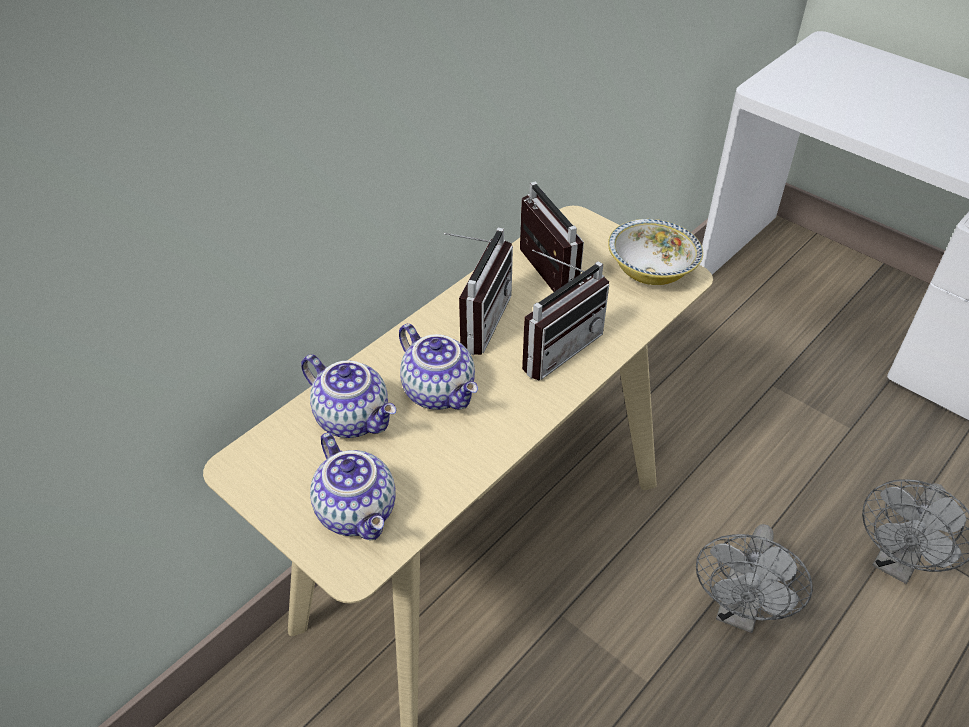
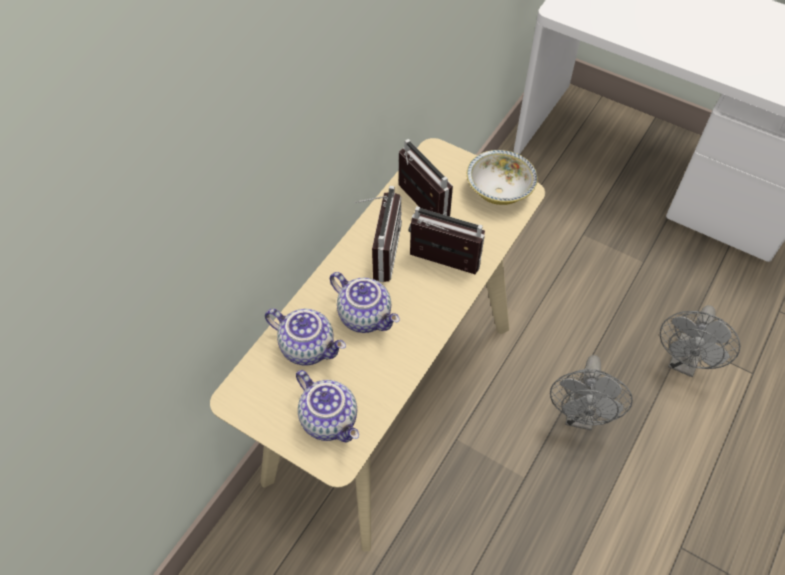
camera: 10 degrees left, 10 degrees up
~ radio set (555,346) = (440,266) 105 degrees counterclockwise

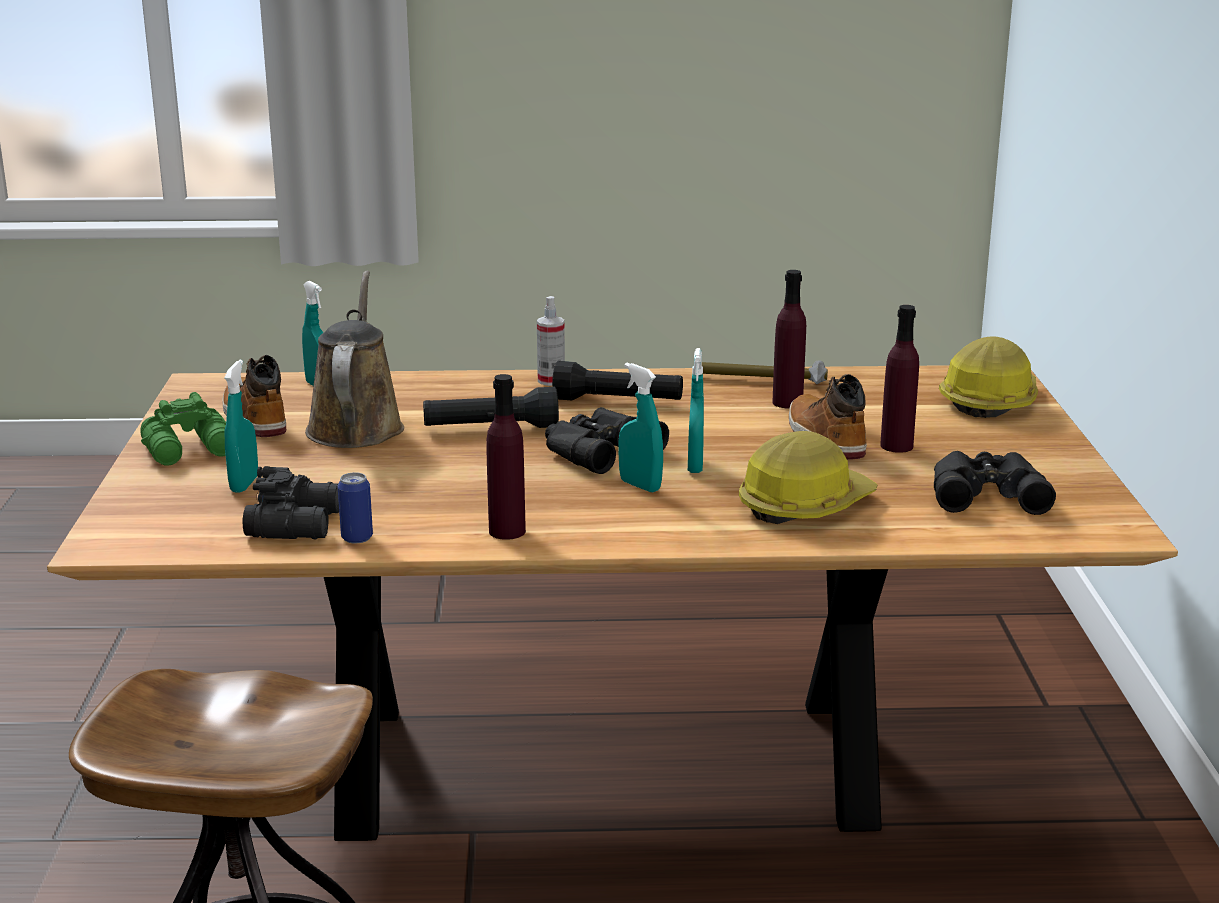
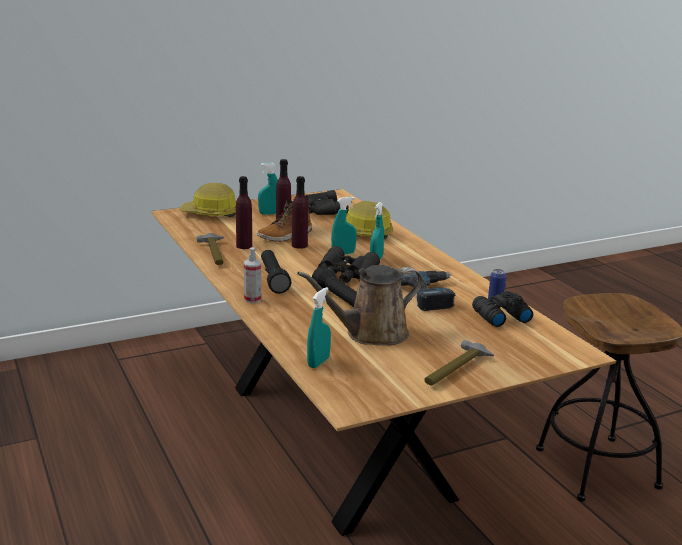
camera: 115 degrees left, 0 degrees up
- high-top boot (254,418)
+ drill (430,295)
~ turquoise-coloured sprayer (244,484) to (269,213)
~ purple-coloured bottle (507,531) to (299,245)
~ greenish pair of binoculars (191,450) to hammer (455,370)

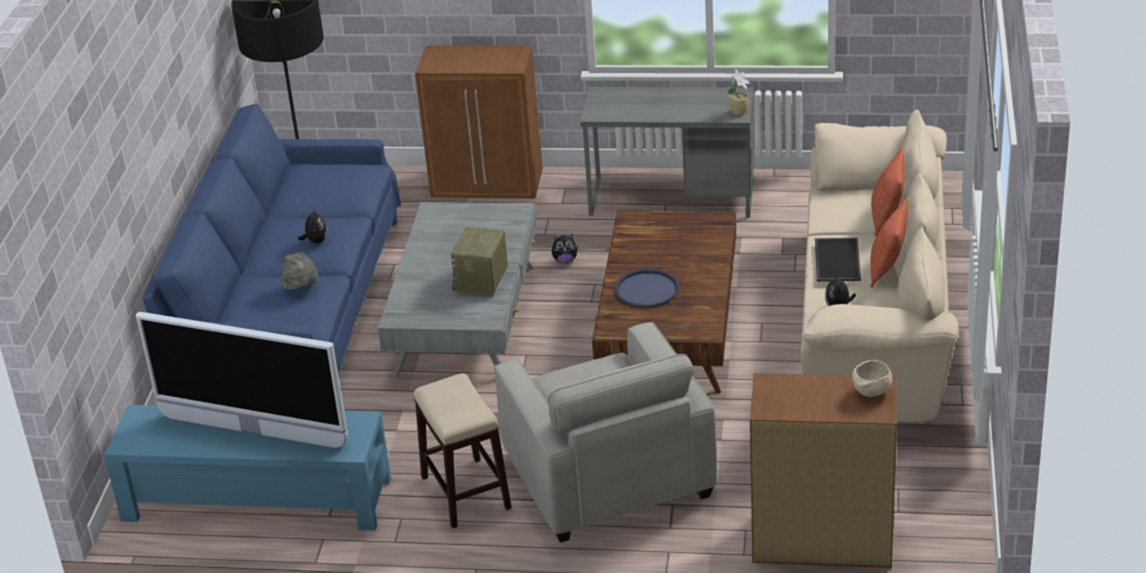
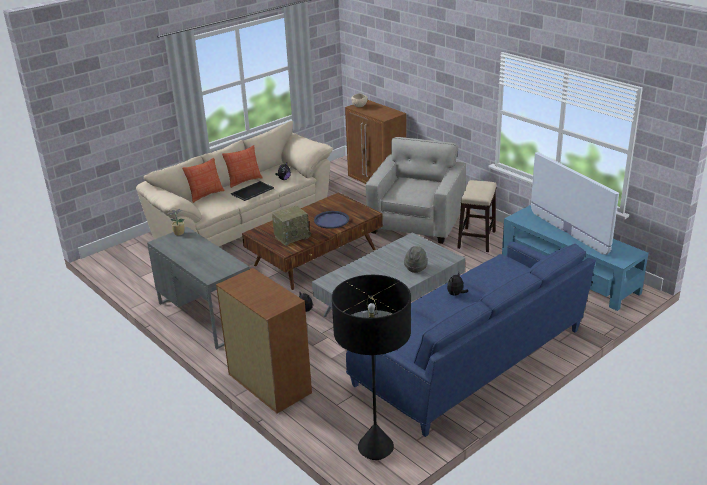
camera: 140 degrees left, 5 degrees down
~ greyish clothing hat (302,289) to (415,267)
~ radio set (482,281) to (292,236)

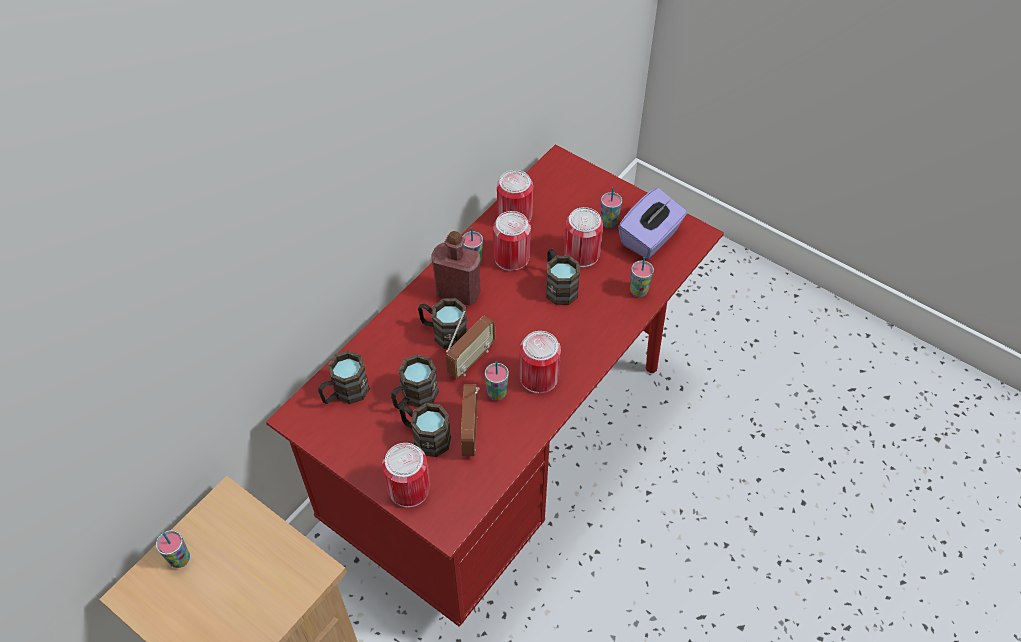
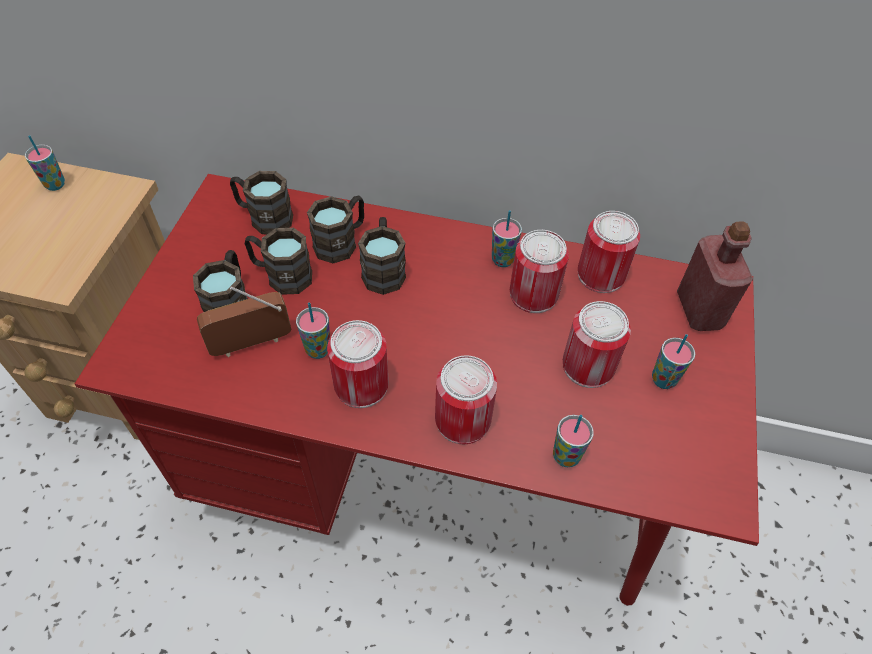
camera: 65 degrees right, 0 degrees up
- radio set (471,360)
- purple-coloured tissue holder (650,238)
~ metal can (409,488) to (462,420)
~ red bottle (458,293) to (699,310)
~ brown tea mug (558,286) to (341,242)

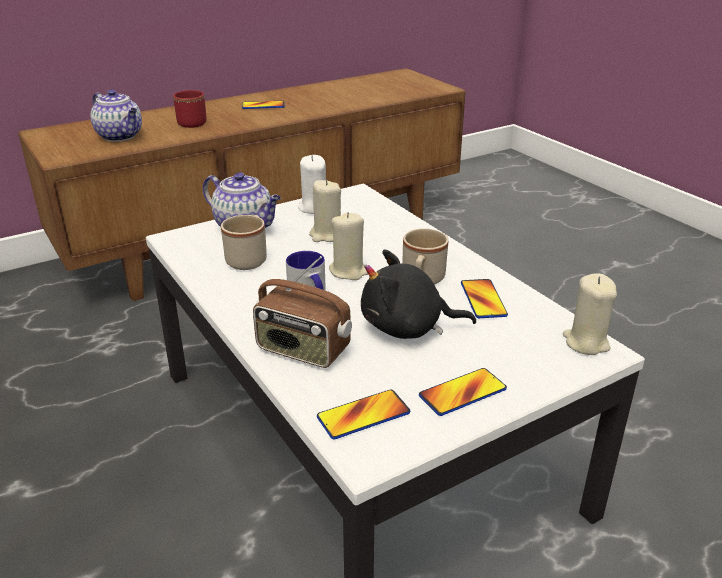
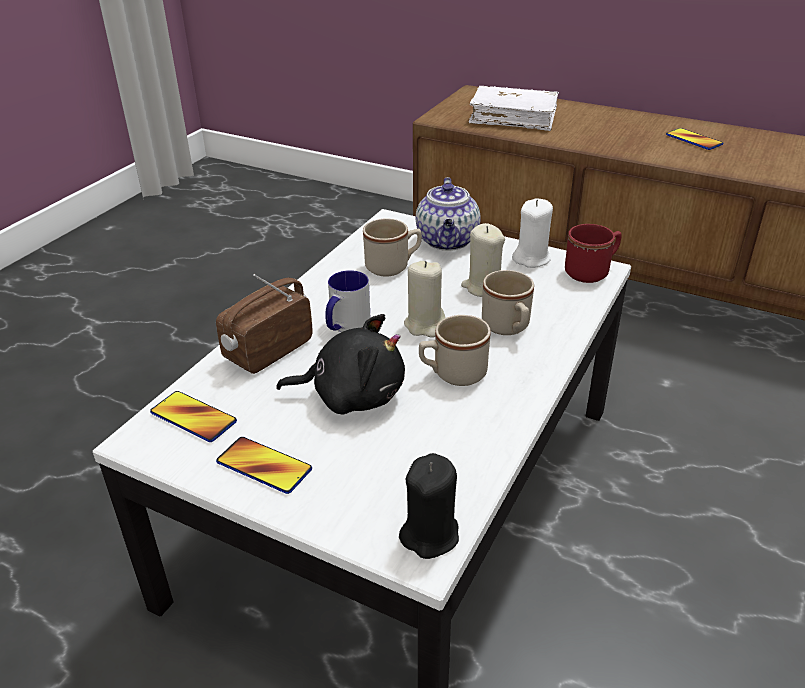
camera: 60 degrees right, 5 degrees up
- handset (483,299)
+ beige-coloured tea mug (508,328)
~ red tea mug (193,122) to (592,272)
~ teapot (121,136) to whitish bound book (513,118)
~ beige-coloured wax light (586,342) to black-coloured wax light (430,535)
~ radio set (302,350) = (267,350) 45 degrees clockwise
~ black-coloured plush toy (407,328) = (352,395) 120 degrees clockwise

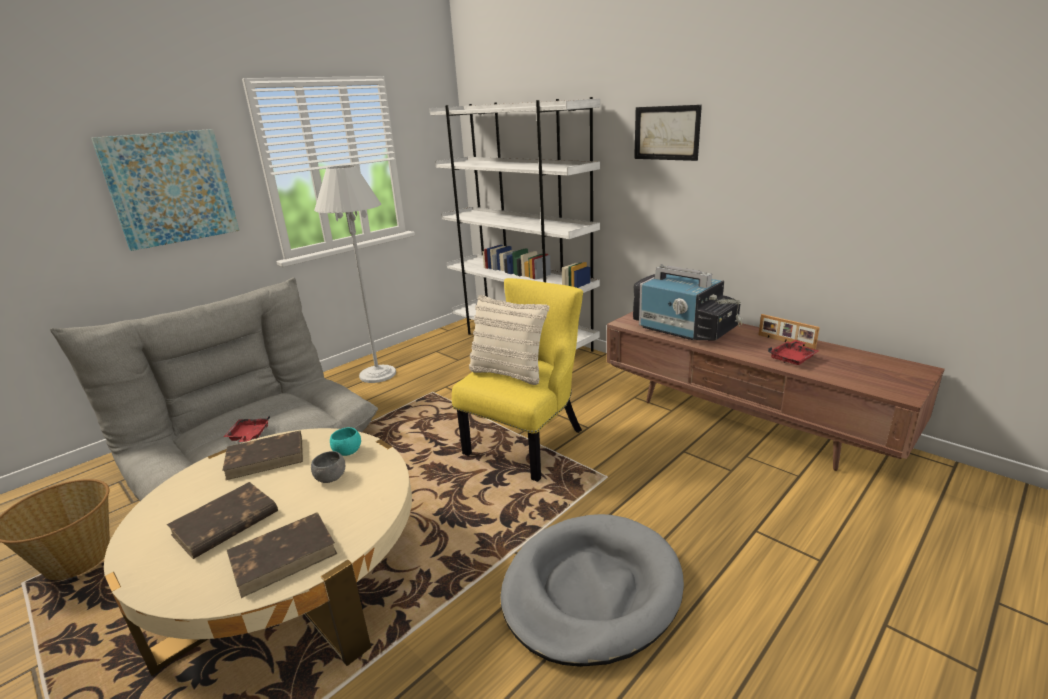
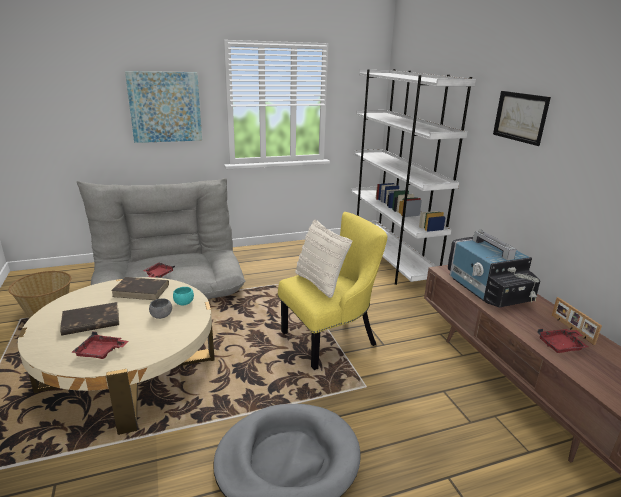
camera: 25 degrees right, 0 degrees up
- whitish standard lamp (377,374)
~ brown bound book (284,555) to red serving tray (100,352)

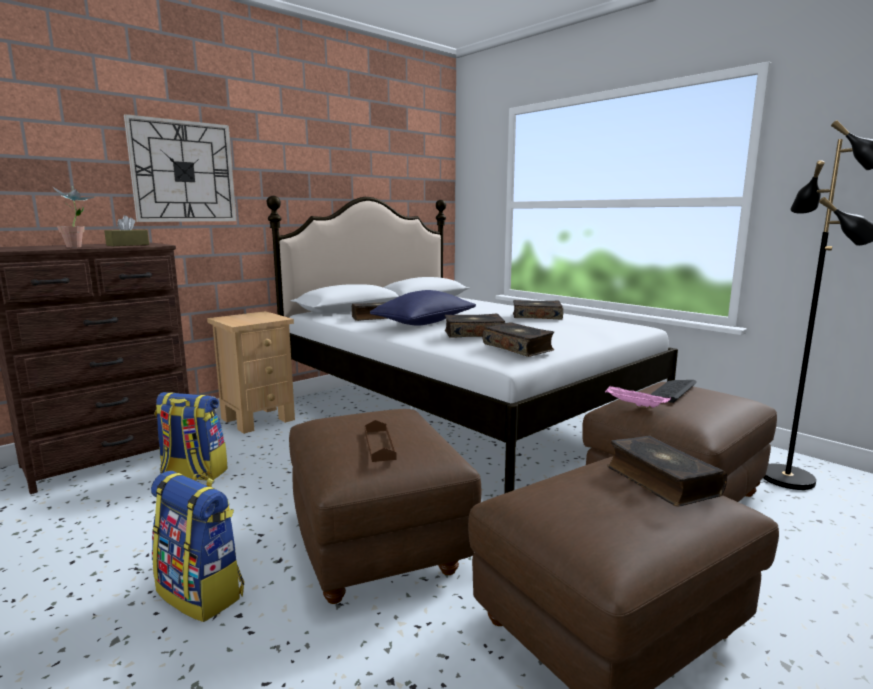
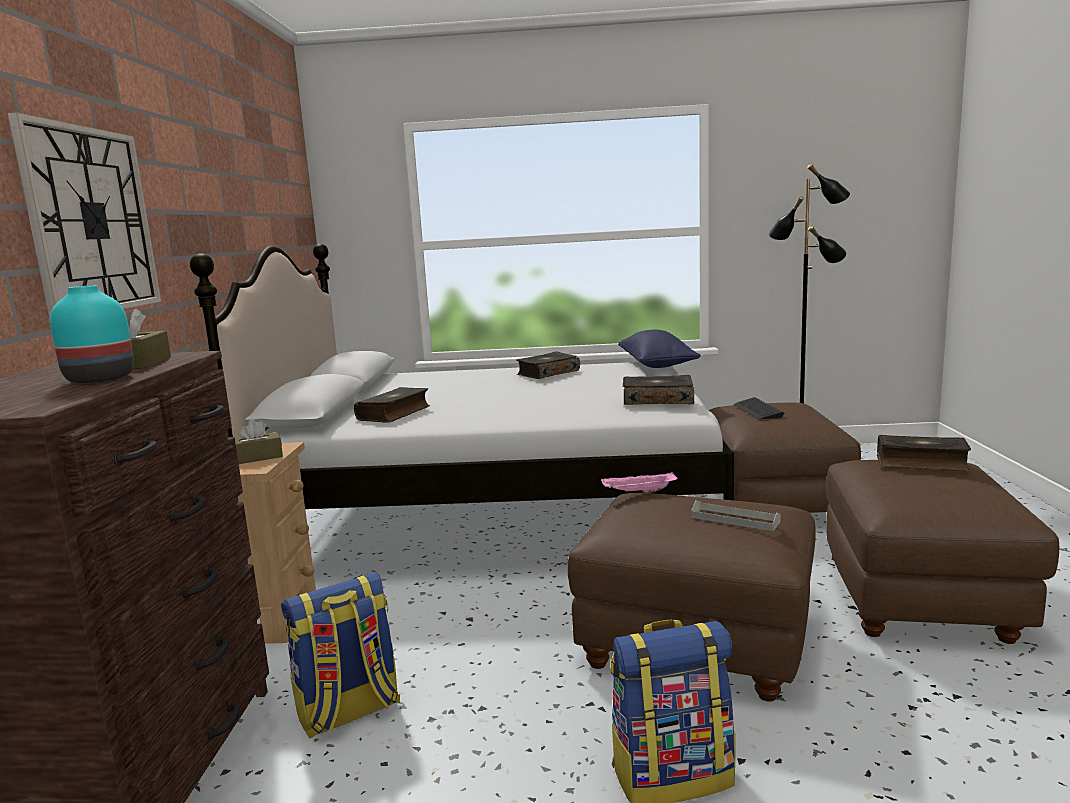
camera: 45 degrees left, 0 degrees up
- bound book (474,334)
+ brown tissue holder (257,458)
~ blue-coloured pillow (425,323) to (656,365)
~ pink serving tray (634,405) to (639,493)
~ plant in a pot (79,247) to turquoise-coloured decorative vase (98,379)
~ brown serving tray (379,445) to greyish serving tray (735,519)

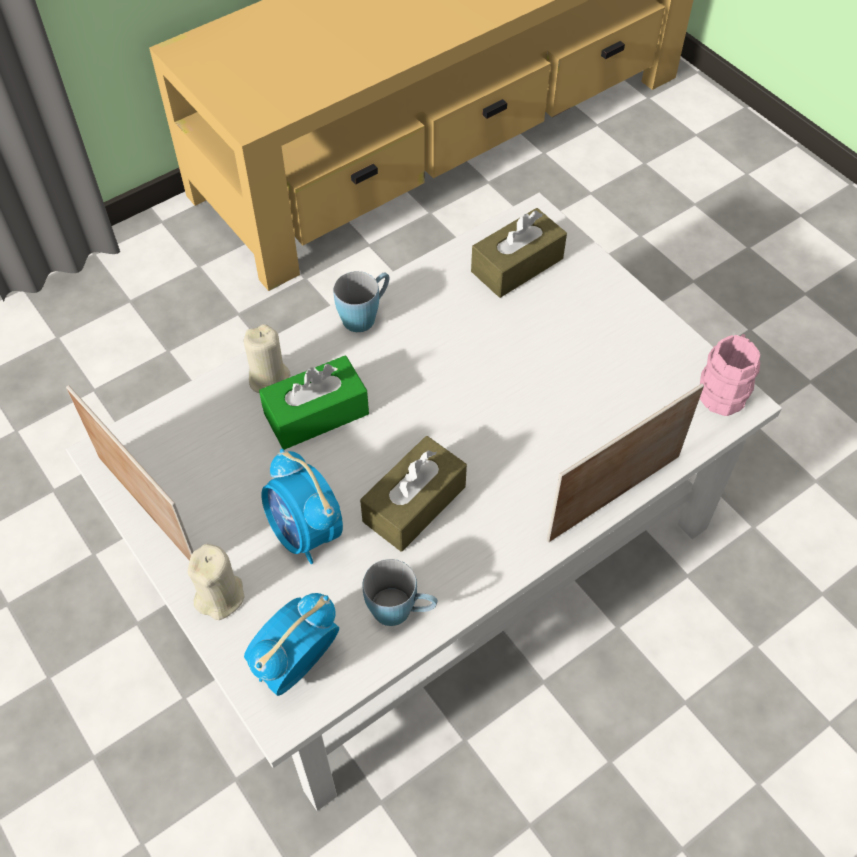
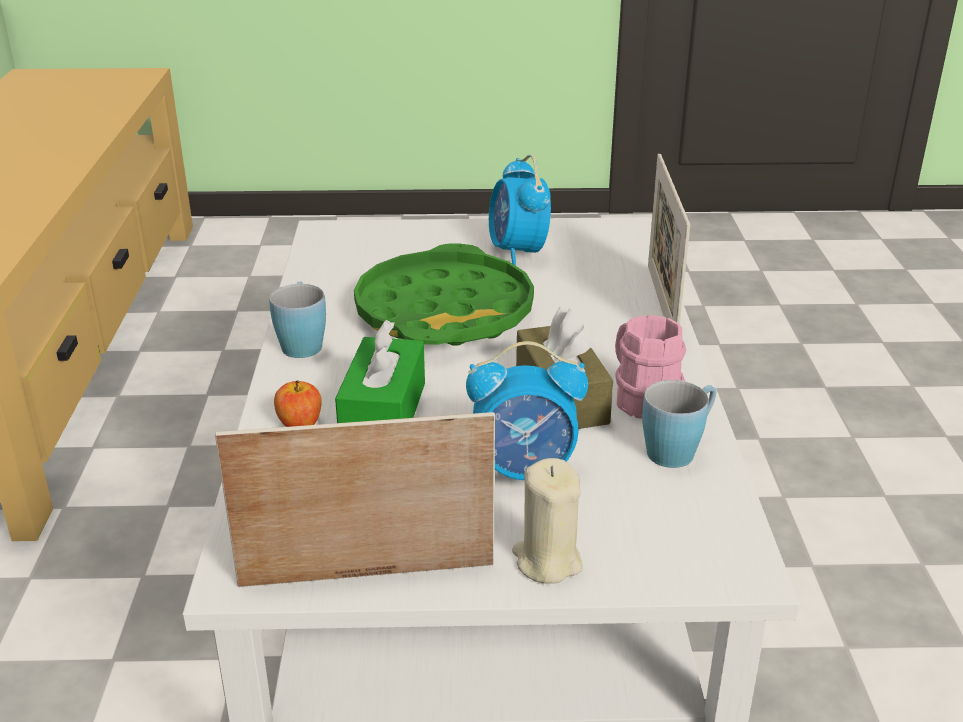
camera: 55 degrees left, 25 degrees down
- brown tissue holder (517,265)
+ greenish serving tray (445,312)
~ bedside clock (295,664) to (518,252)
~ pink tea mug (724,388) to (641,398)
~ beige-coloured wax light (270,379) to apple (300,423)

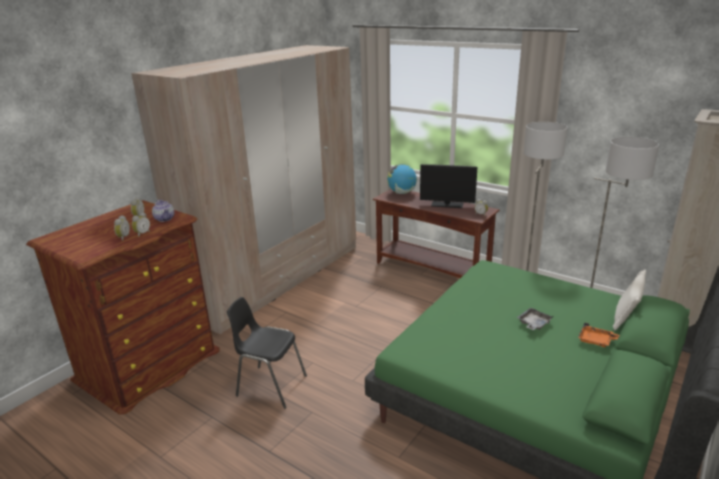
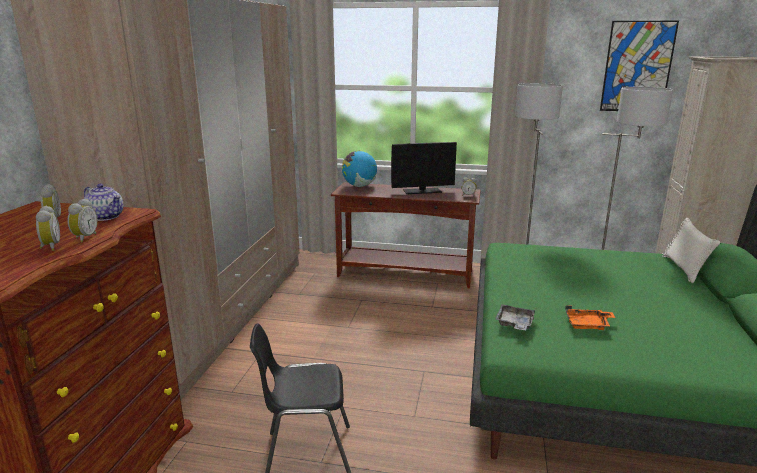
camera: 25 degrees left, 5 degrees down
+ wall picture (637,67)
~ greyish serving tray (533,323) to (514,324)
~ orange-coloured serving tray (596,341) to (588,325)

